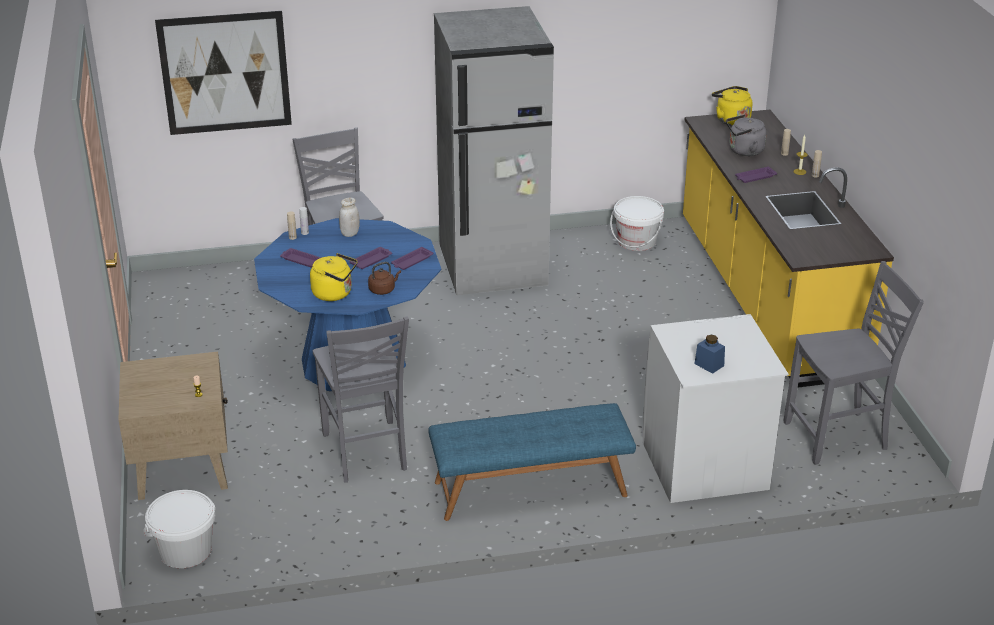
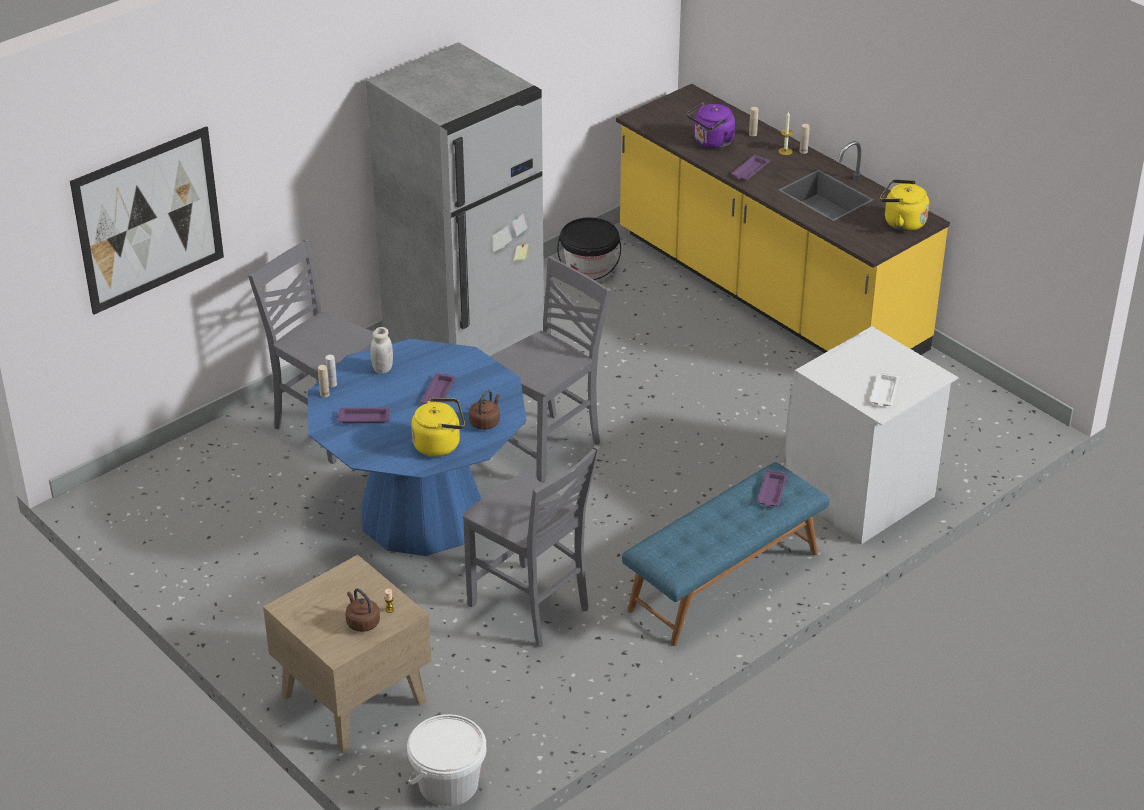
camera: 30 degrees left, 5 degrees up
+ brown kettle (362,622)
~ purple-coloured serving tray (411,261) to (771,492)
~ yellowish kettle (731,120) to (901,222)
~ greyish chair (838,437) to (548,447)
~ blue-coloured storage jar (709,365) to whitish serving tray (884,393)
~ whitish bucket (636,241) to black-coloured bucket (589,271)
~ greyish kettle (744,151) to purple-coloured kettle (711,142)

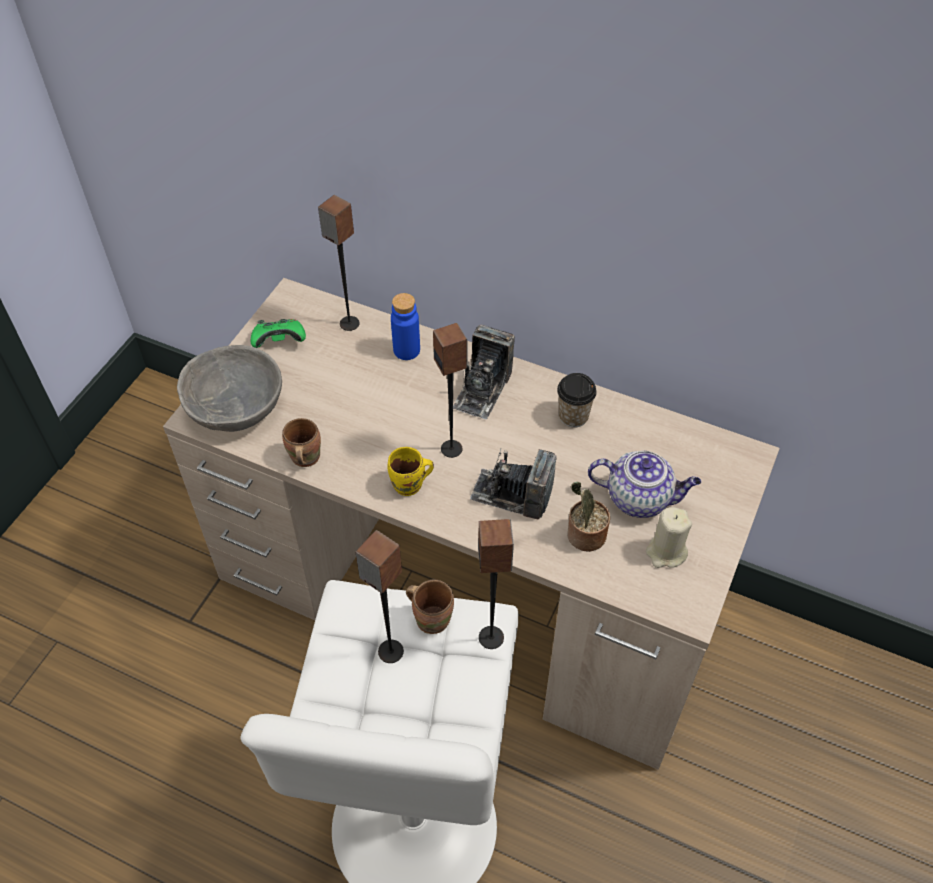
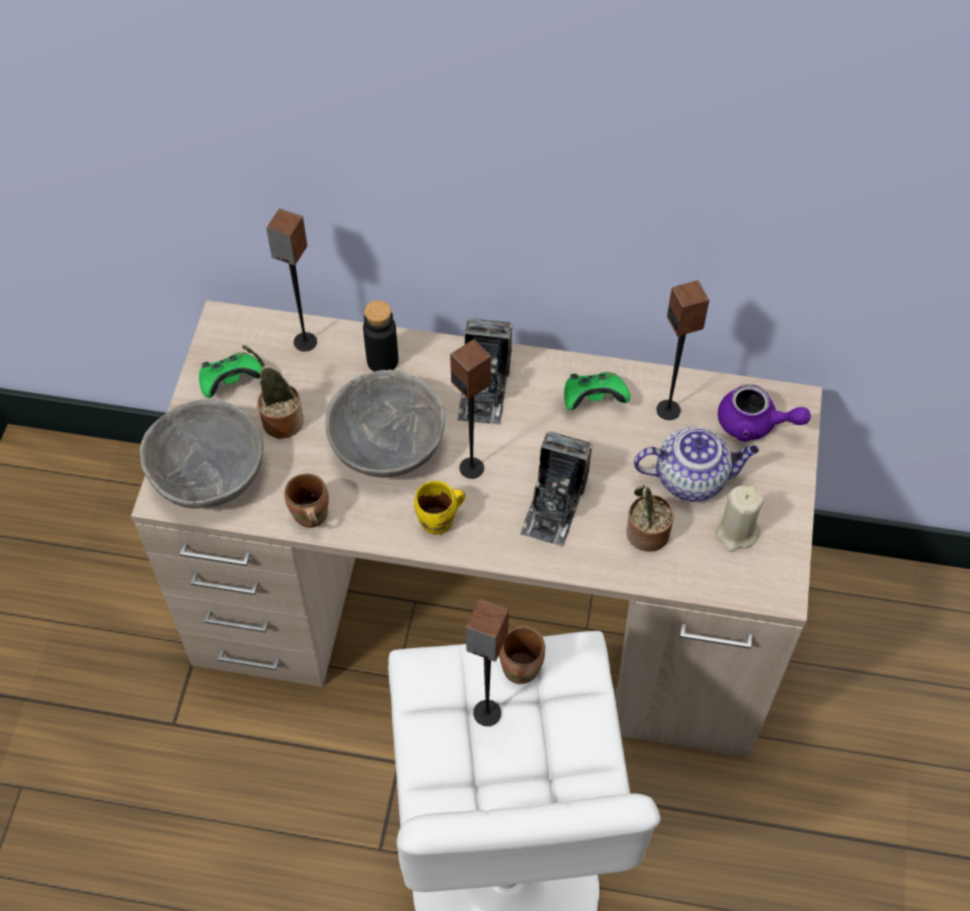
camera: 15 degrees left, 5 degrees up
+ plant in a pot (280,420)
+ greyish bowl (388,444)
+ purple-coloured teapot (754,424)
~ speaker (491,637) to (669,410)
~ cup (573,416) to greenish gamepad (593,399)
~ blue-coloured bottle (406,350) to black-coloured bottle (382,361)
~ still camera (511,494) = (554,506) 75 degrees counterclockwise

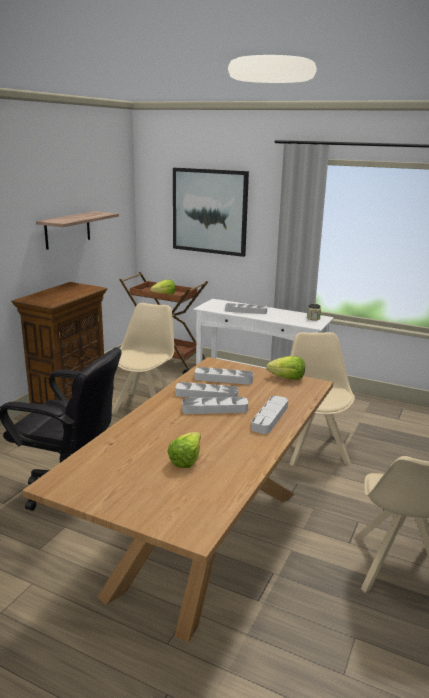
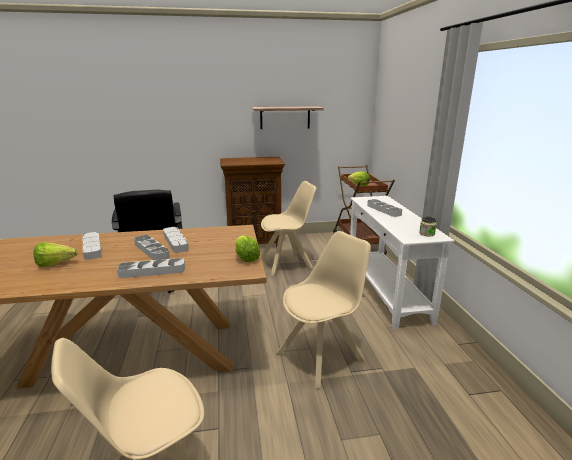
camera: 55 degrees right, 0 degrees up
- wall picture (209,211)
~ greyish serving tray (223,379) to (92,248)

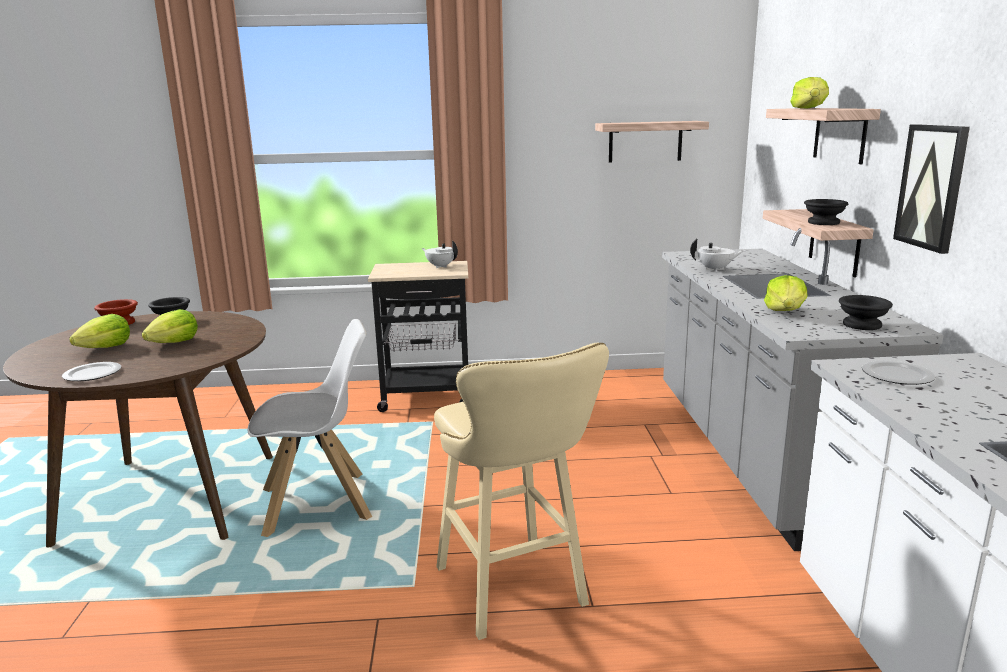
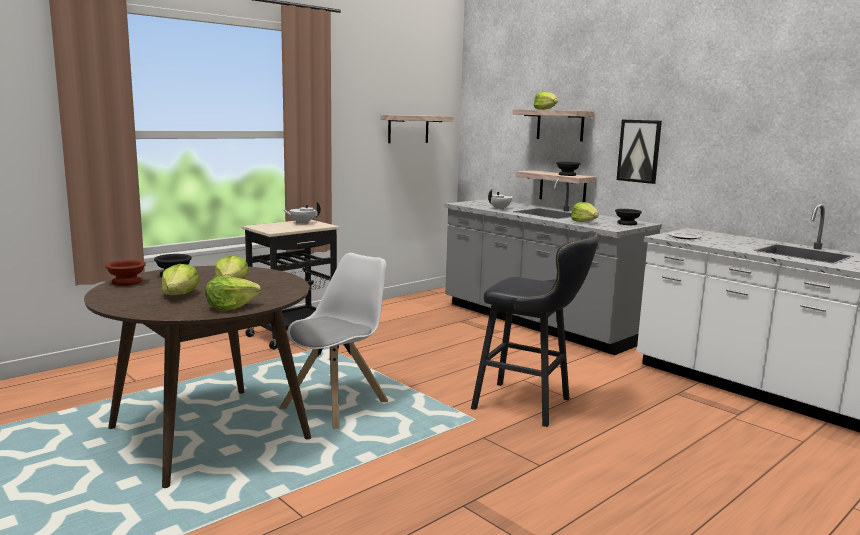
camera: 40 degrees left, 5 degrees down
~ flat dish (92,374) to head of lettuce (231,307)
~ beige-coloured stool seat (517,596) to black-coloured stool seat (533,406)

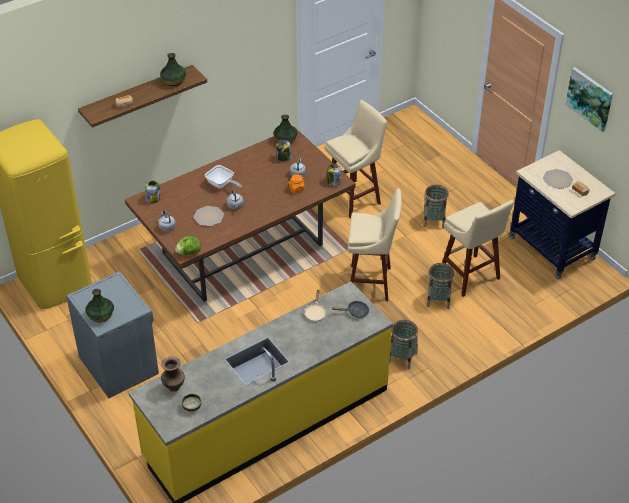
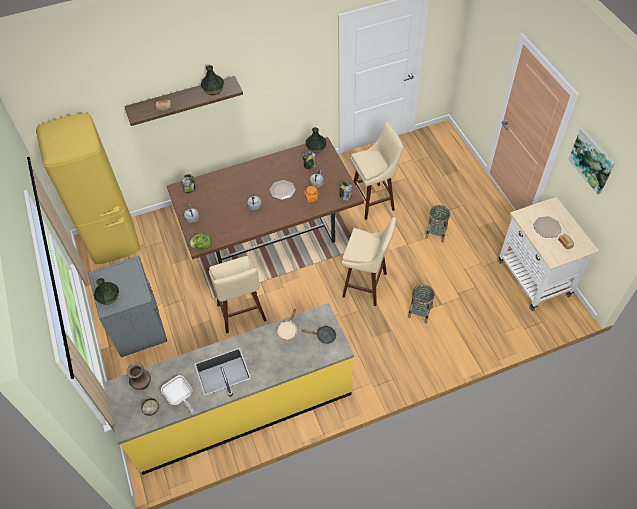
camera: 15 degrees right, 10 degrees up
- storage basket (402,357)
~ flat dish (208,217) to (282,190)
~ pan (222,185) to (180,398)
~ beige-coloured stool seat (470,277) to (242,314)
~ blue-coloured wheeled cart (552,249) to whitish wheeled cart (533,279)

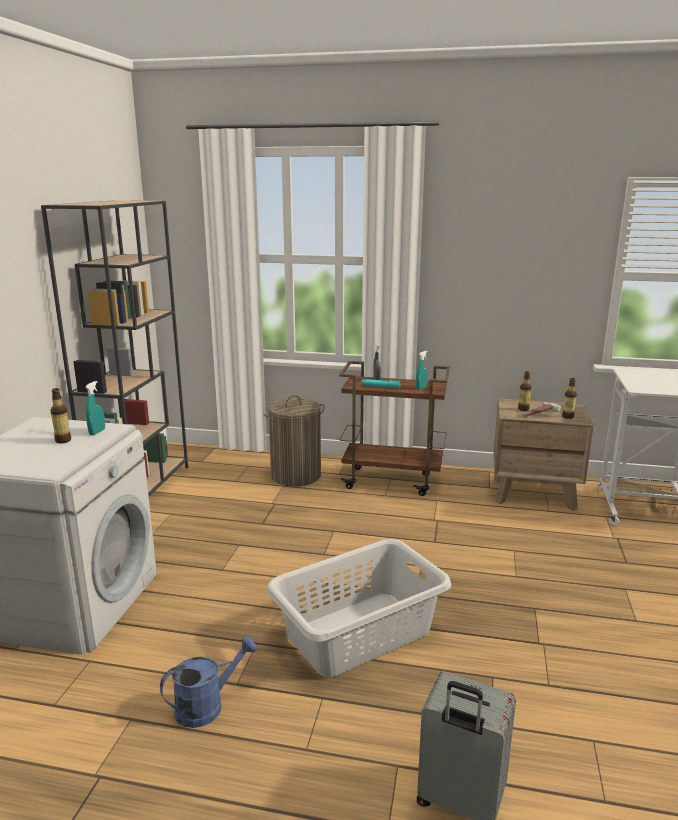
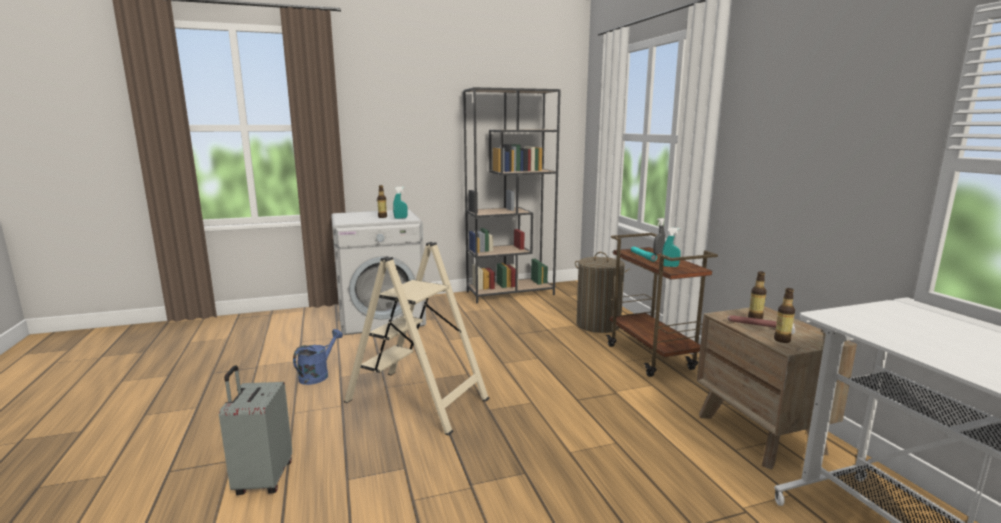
camera: 60 degrees right, 5 degrees down
~ greyish hamper (360,633) to beige-coloured stepladder (418,400)
~ blue-coloured sprinkling can (207,705) = (318,375) 90 degrees counterclockwise

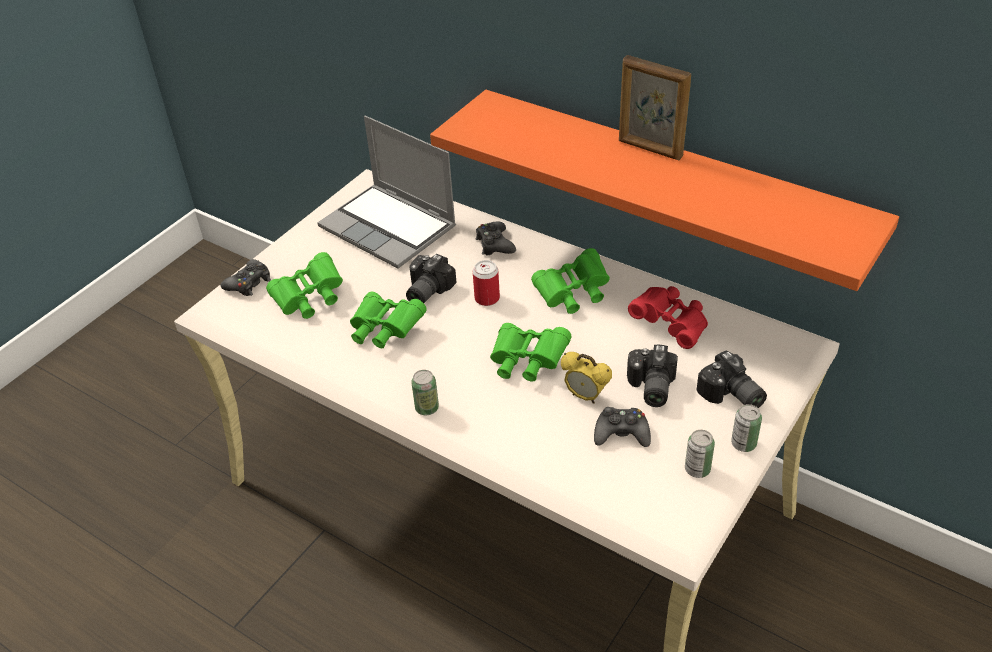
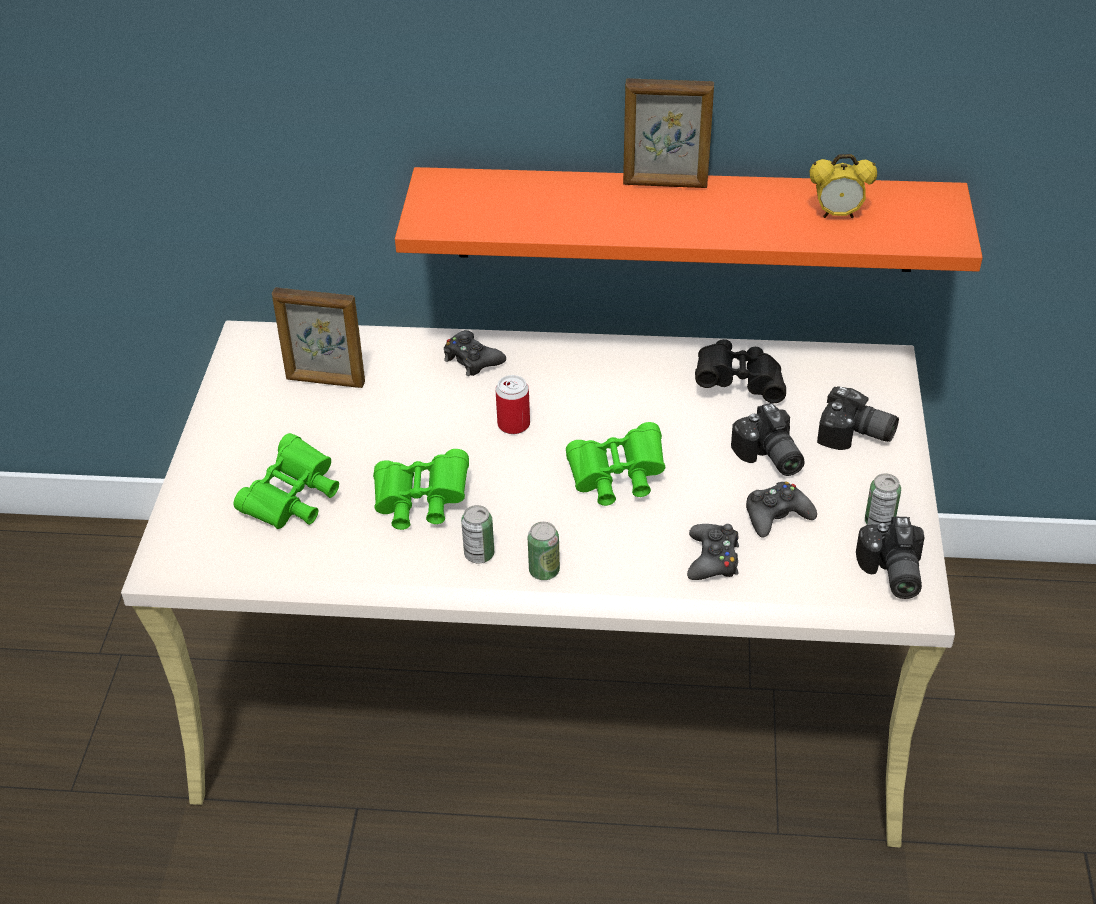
camera: 30 degrees left, 0 degrees up
- greenish pair of binoculars (573,294)
~ black-coloured gamepad (249,283) to (713,559)
~ still camera (425,291) to (890,573)
~ bedside clock (585,396) to (837,215)
~ metal can (743,444) to (479,554)
~ portable computer (390,227) to photo frame (325,381)
~ red pair of binoculars (671,325) to black-coloured pair of binoculars (739,383)

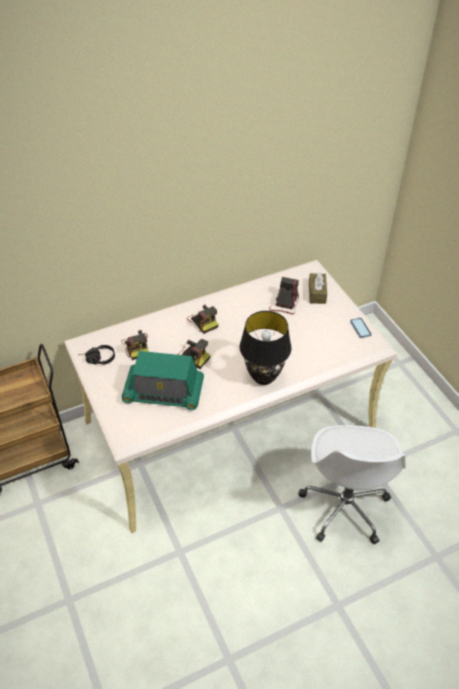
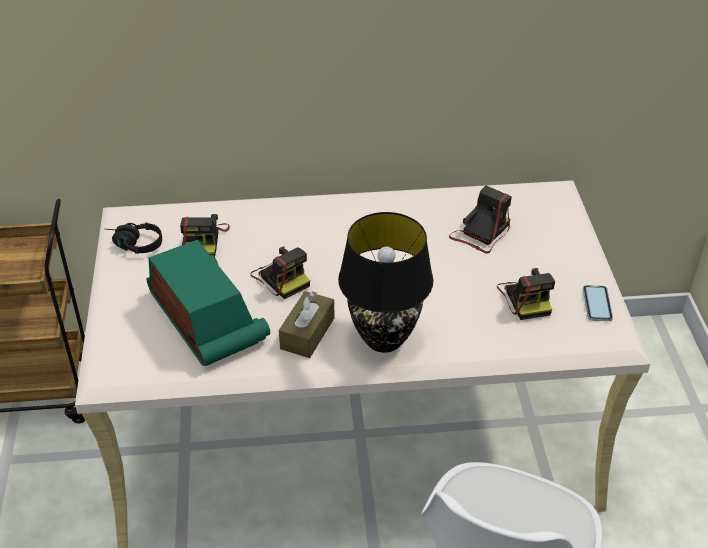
camera: 20 degrees right, 5 degrees down
~ still camera (203,321) to (526,298)
~ brown tissue holder (317,293) to (307,333)
~ radio set (163,392) = (207,319) 150 degrees counterclockwise

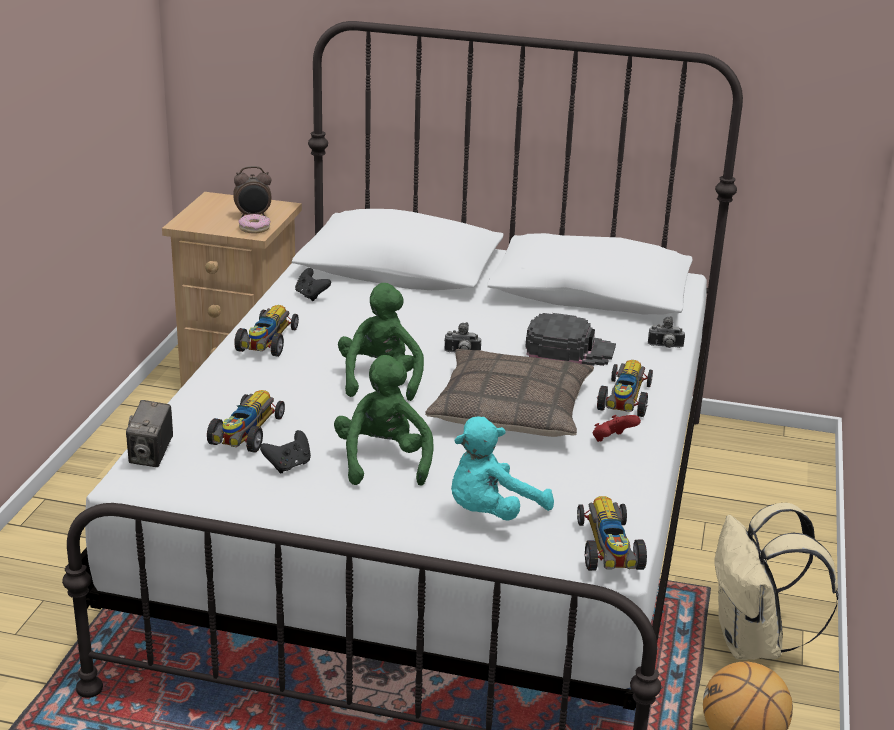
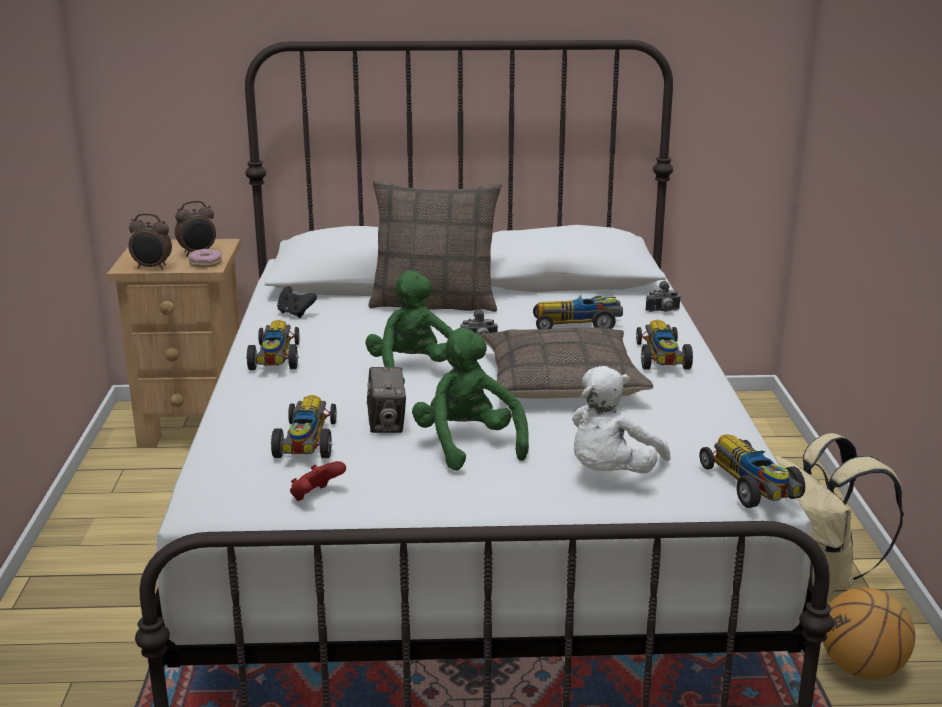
camera: 15 degrees left, 5 degrees down
- black-coloured gamepad (288,465)
+ bedside clock (152,268)
+ pillow (435,303)
~ still camera (151,456) to (387,424)
~ red gamepad (612,440) to (316,497)
~ black-coloured cap (569,349) to model car (578,324)
~ turquoise-coloured plush toy (491,513) to whitish plush toy (611,473)

